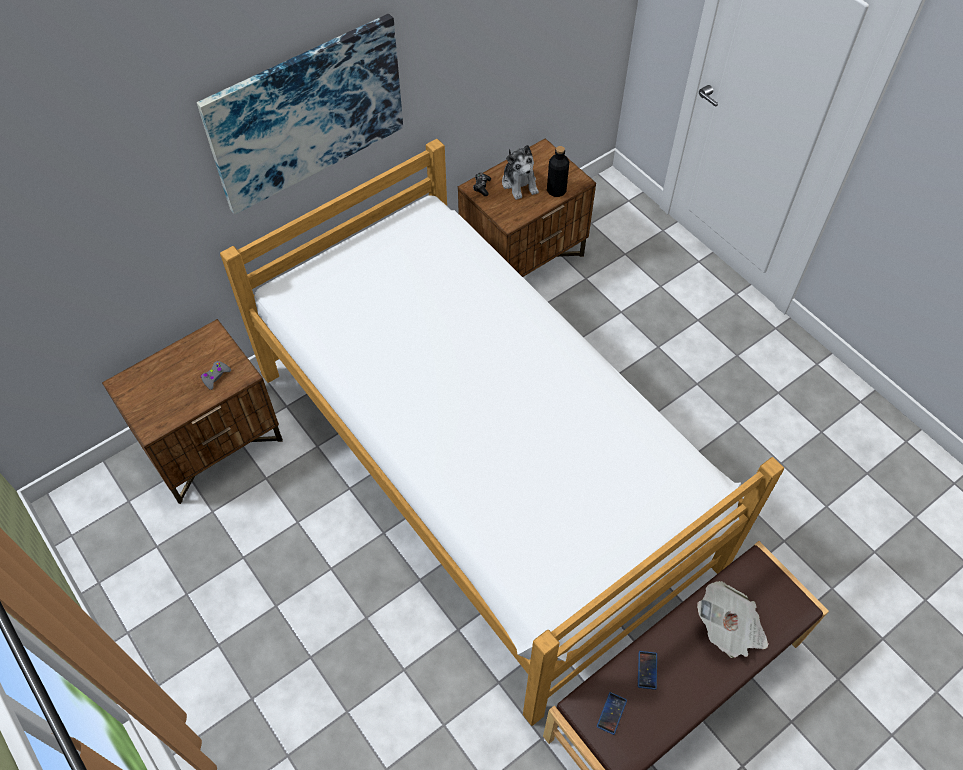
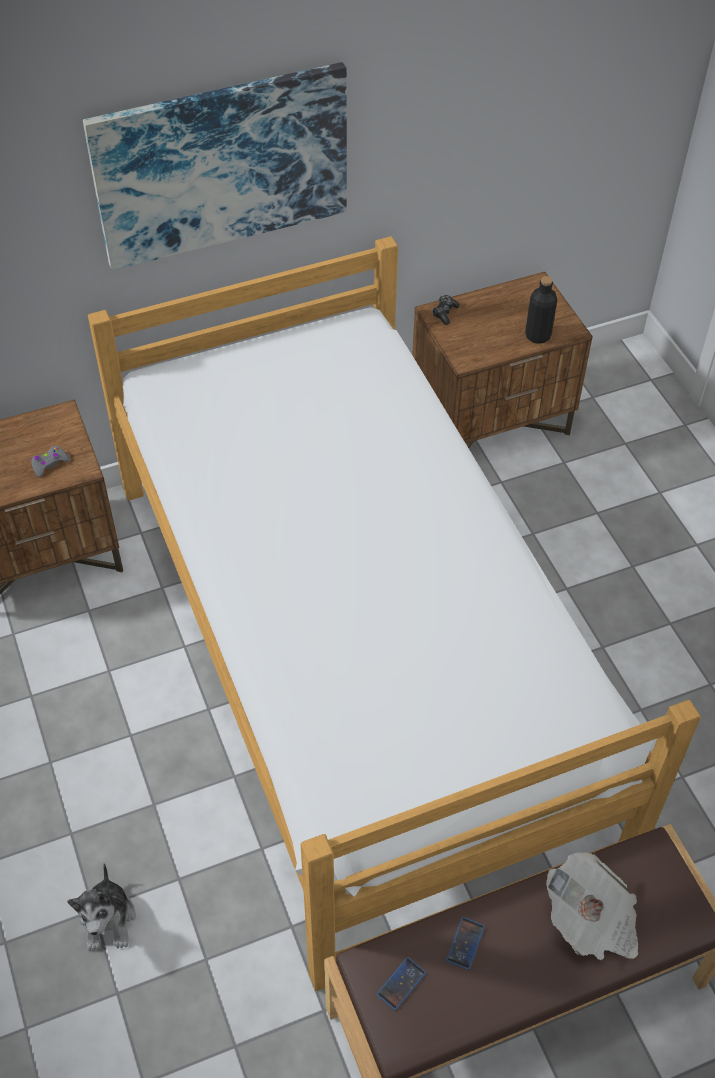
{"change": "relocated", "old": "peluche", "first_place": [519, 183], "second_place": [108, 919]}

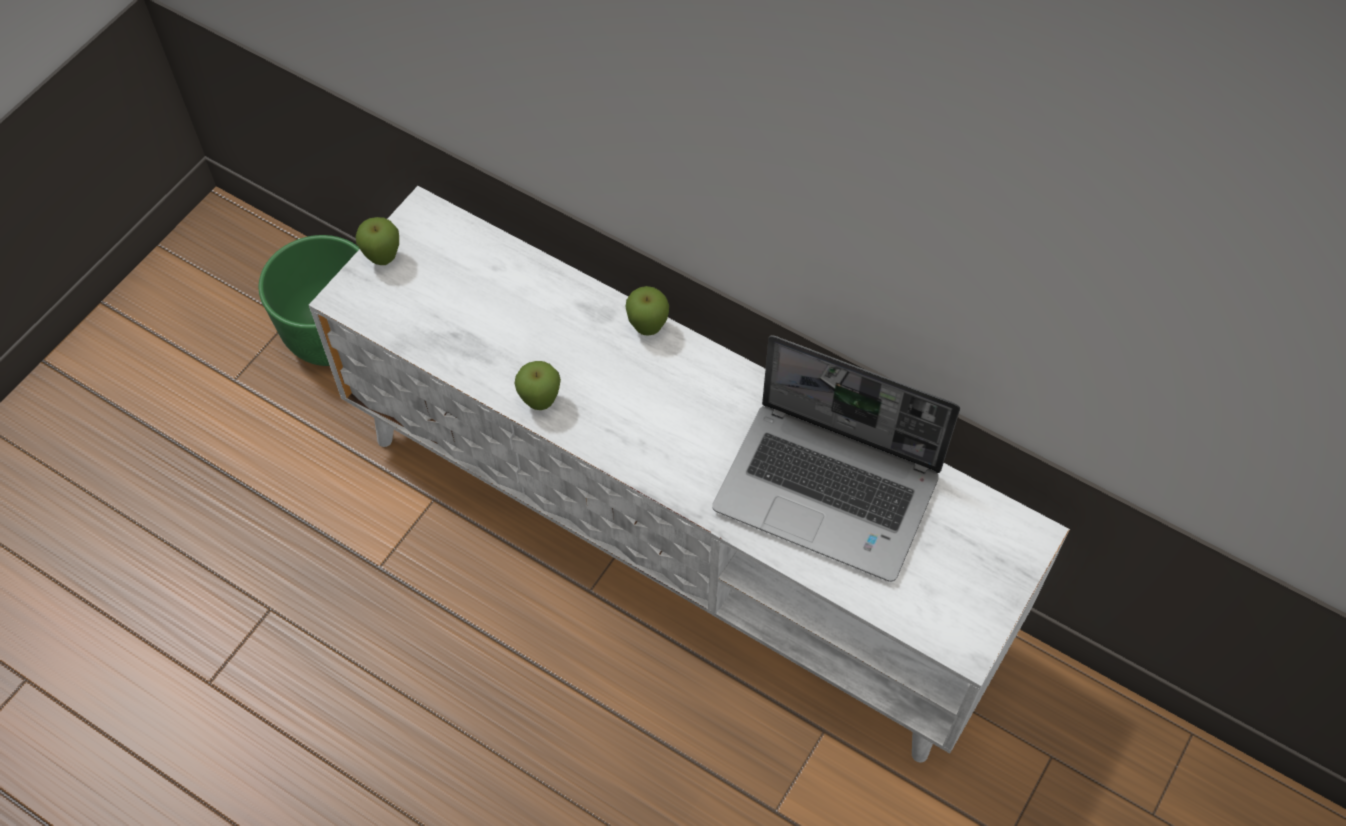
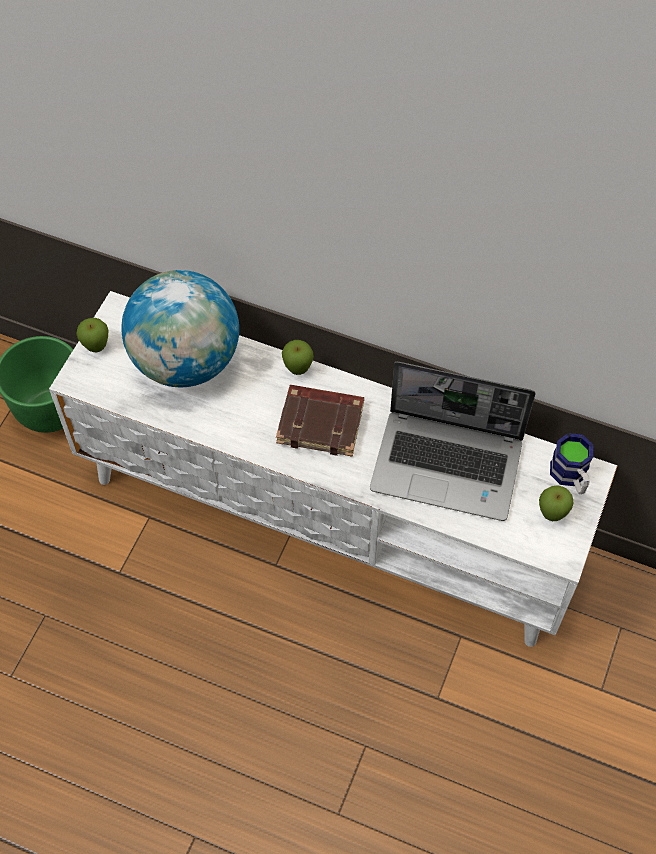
{"change": "appeared", "new": "globo terráqueo", "second_place": [186, 361]}
{"change": "appeared", "new": "libro [marrón]", "second_place": [322, 423]}
{"change": "relocated", "old": "manzana", "first_place": [540, 403], "second_place": [551, 515]}
{"change": "appeared", "new": "taza grande", "second_place": [570, 477]}

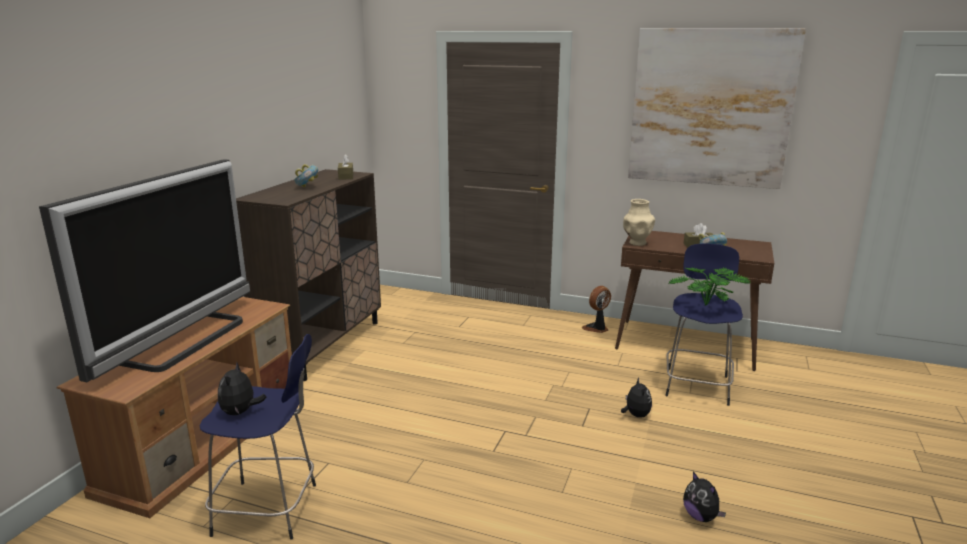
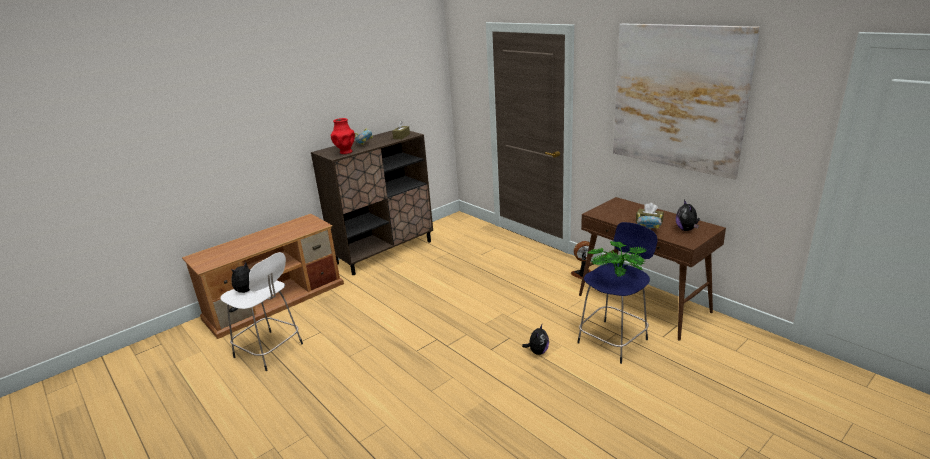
{"change": "colour", "old": "taburete [azul]", "new": "taburete [blanco]", "first_place": [270, 509], "second_place": [270, 351]}
{"change": "appeared", "new": "florero [rojo]", "second_place": [345, 152]}
{"change": "relocated", "old": "peluche", "first_place": [701, 516], "second_place": [686, 229]}
{"change": "missing", "old": "televisor", "first_place": [185, 341]}
{"change": "missing", "old": "florero [beis]", "first_place": [637, 243]}

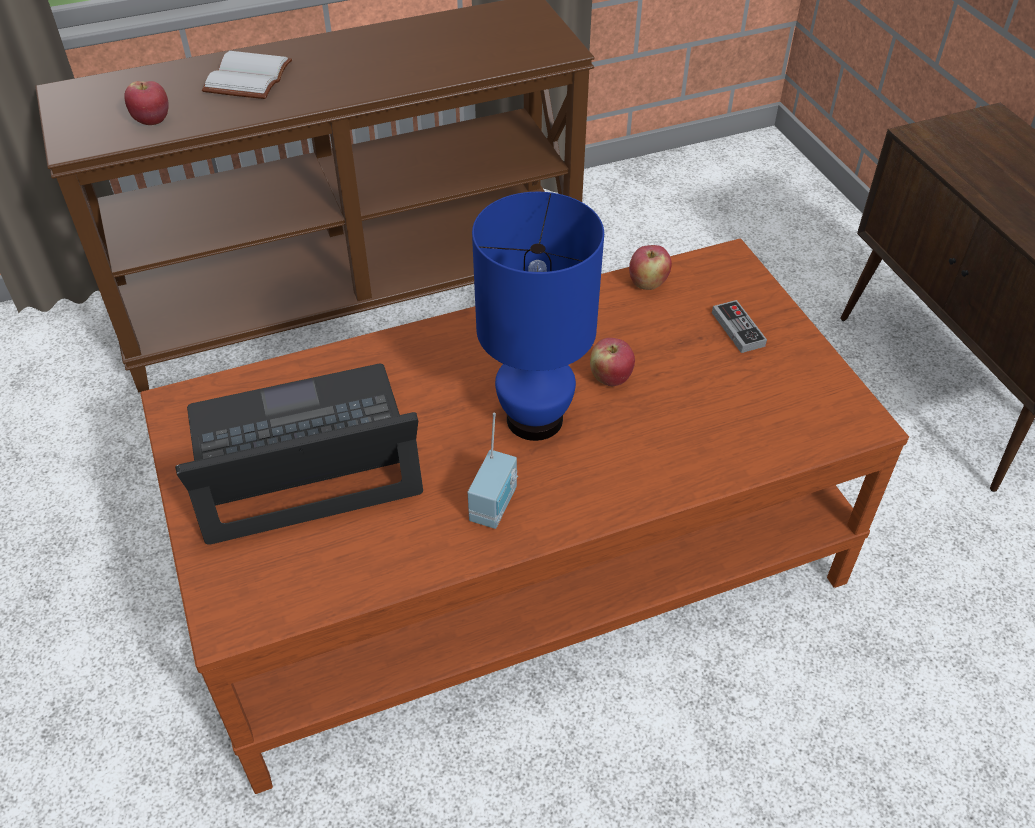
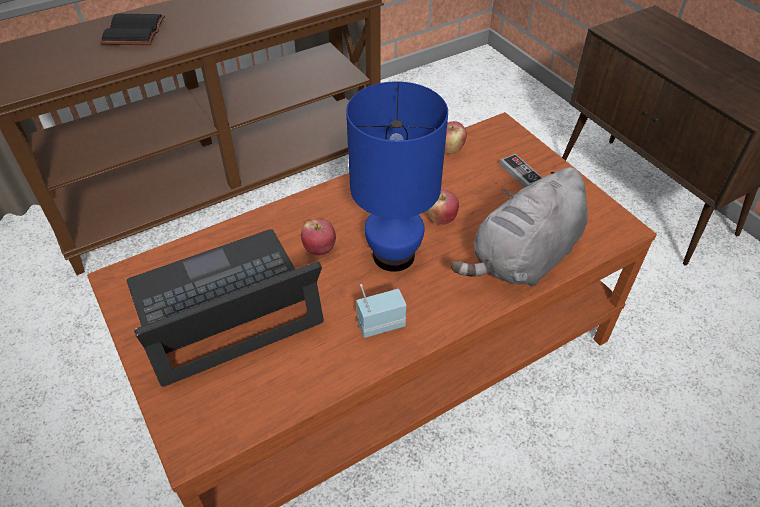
{"change": "colour", "old": "libro [blanco]", "new": "libro [negro]", "first_place": [250, 79], "second_place": [135, 32]}
{"change": "relocated", "old": "manzana", "first_place": [152, 121], "second_place": [320, 249]}
{"change": "spun", "old": "radio", "first_place": [495, 505], "second_place": [380, 323], "degrees": -120}
{"change": "appeared", "new": "peluche [gris]", "second_place": [523, 259]}

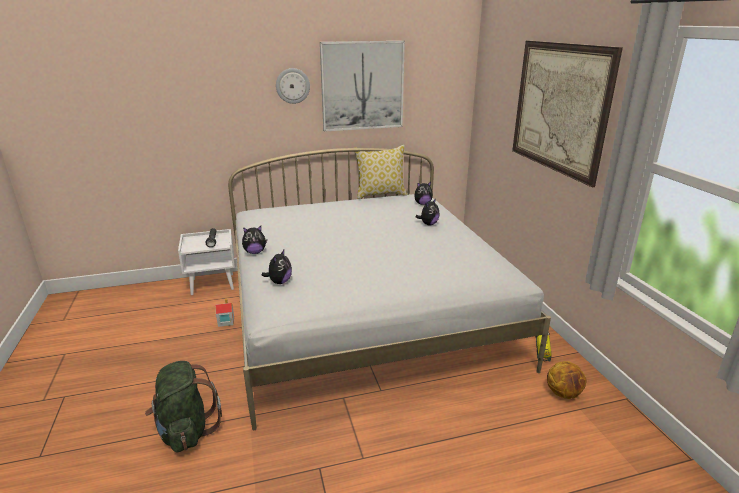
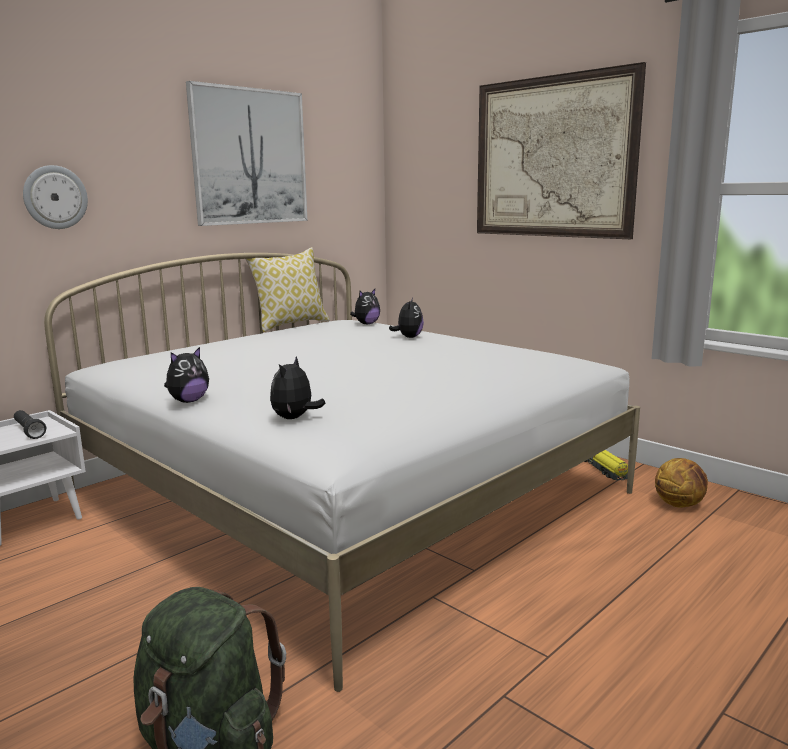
{"change": "relocated", "old": "reloj de pared", "first_place": [292, 86], "second_place": [55, 197]}
{"change": "spun", "old": "peluche", "first_place": [279, 282], "second_place": [295, 418], "degrees": -150}
{"change": "missing", "old": "casita", "first_place": [225, 321]}

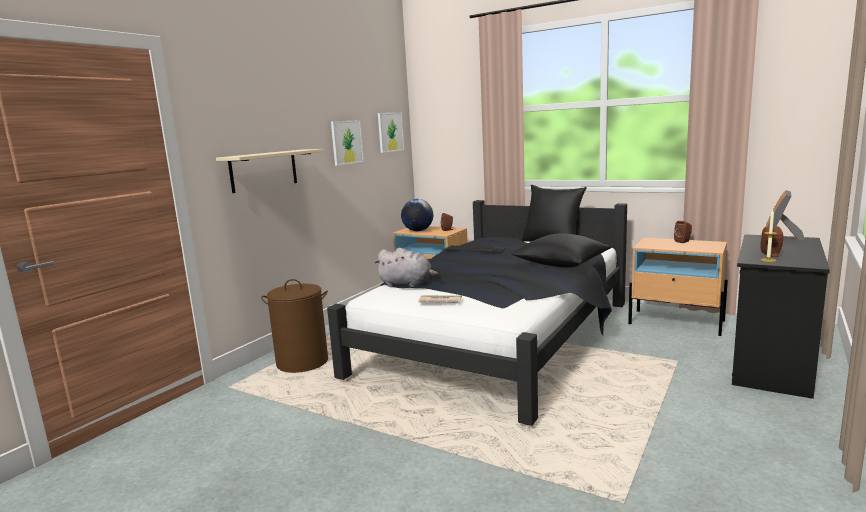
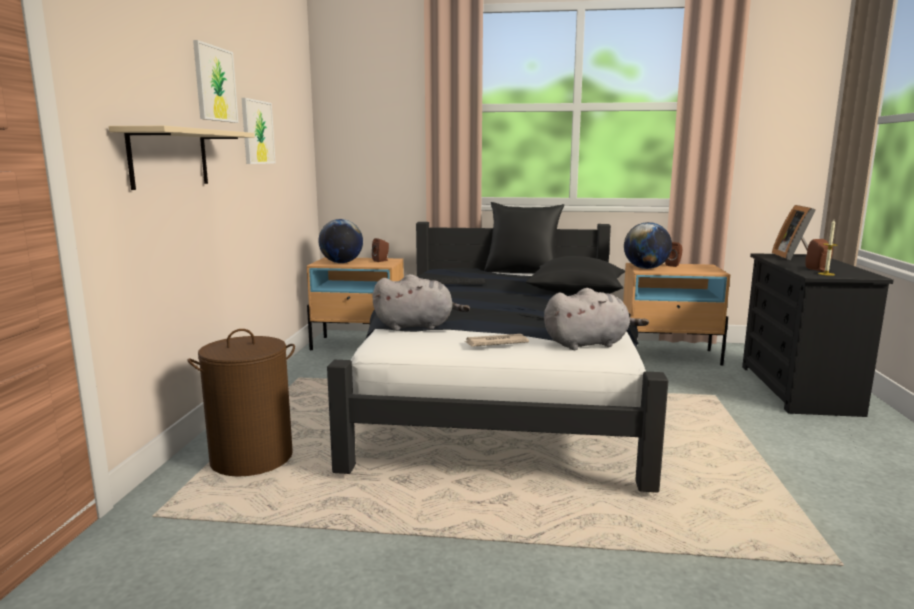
{"change": "relocated", "old": "cuadro", "first_place": [390, 132], "second_place": [215, 84]}
{"change": "appeared", "new": "peluche [gris]", "second_place": [589, 344]}
{"change": "appeared", "new": "globo terráqueo", "second_place": [646, 268]}

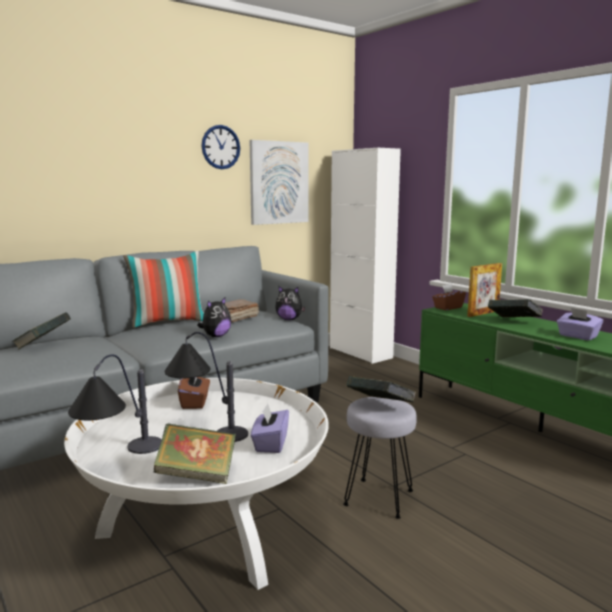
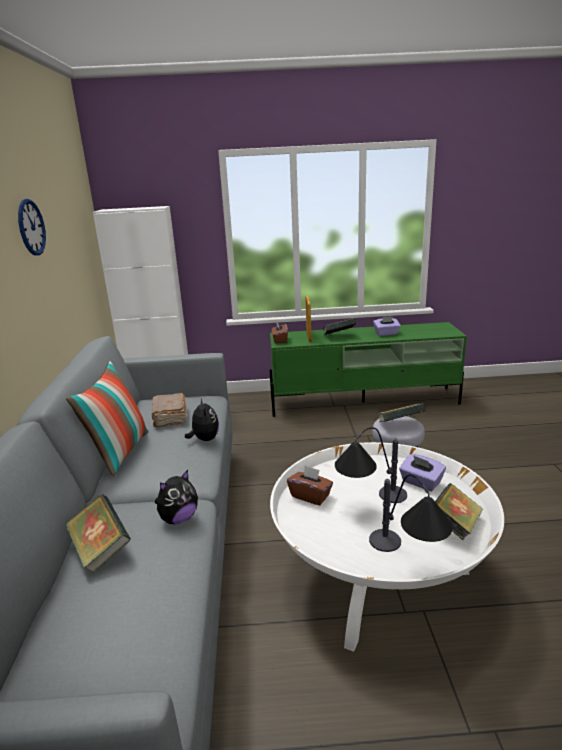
{"change": "relocated", "old": "peluche", "first_place": [289, 319], "second_place": [178, 518]}
{"change": "missing", "old": "cuadro", "first_place": [278, 182]}

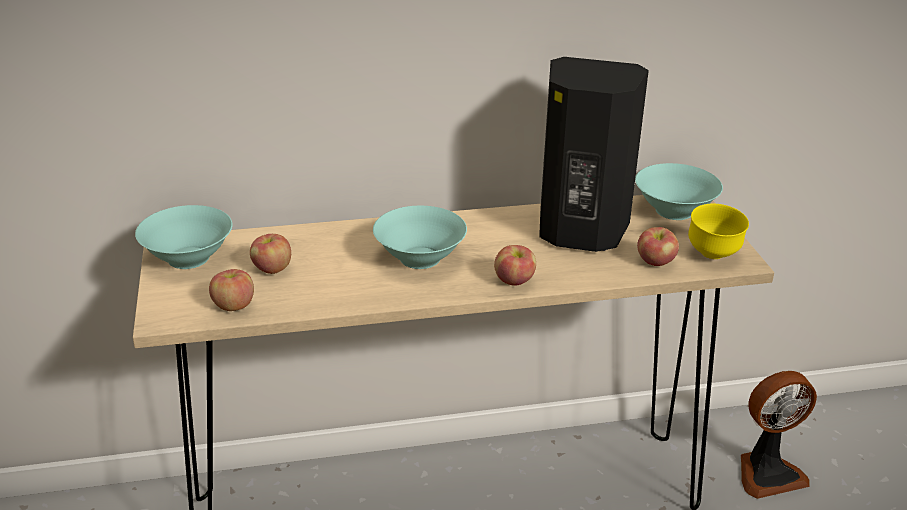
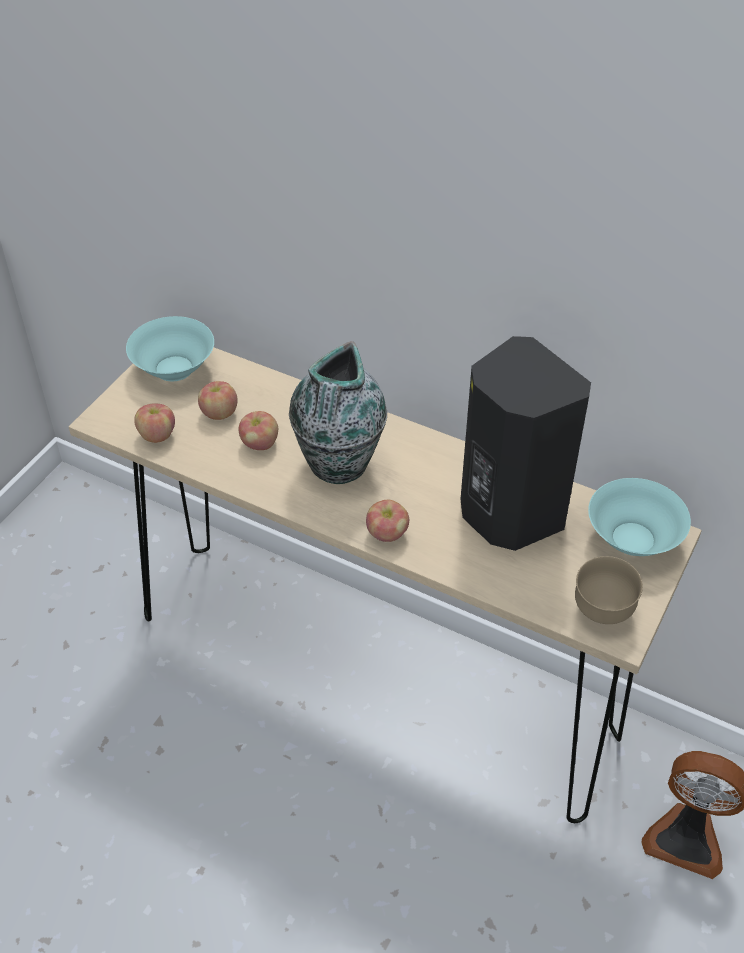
{"change": "relocated", "old": "manzana", "first_place": [655, 262], "second_place": [260, 444]}
{"change": "exchanged", "old": "cuenco [turquesa]", "new": "florero", "first_place": [419, 258], "second_place": [338, 465]}
{"change": "colour", "old": "cuenco [amarillo]", "new": "cuenco [marrón]", "first_place": [713, 255], "second_place": [602, 612]}

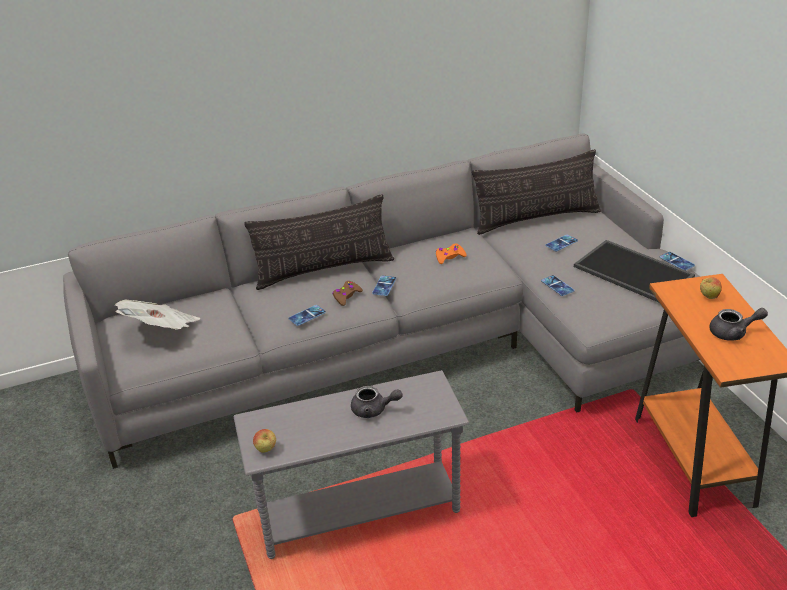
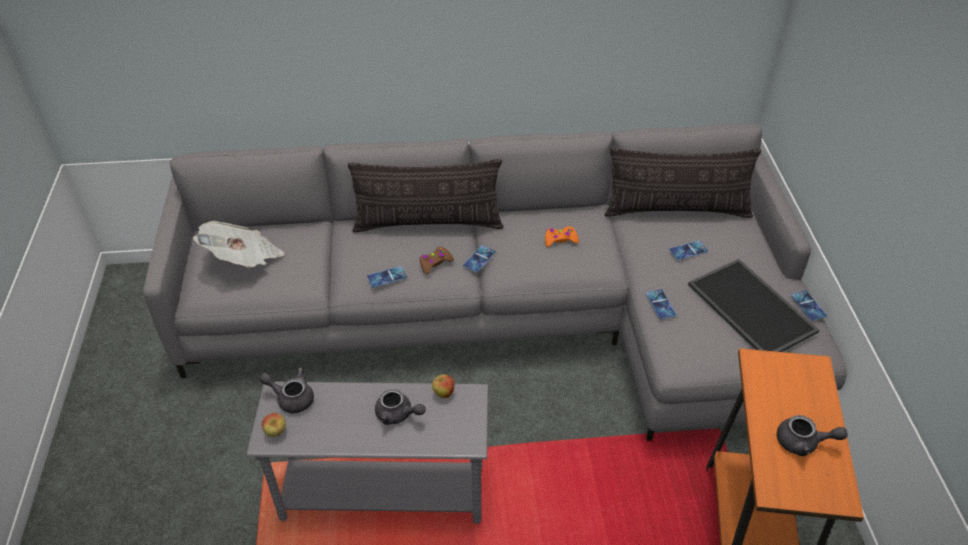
{"change": "appeared", "new": "tetera [gris]", "second_place": [291, 398]}
{"change": "relocated", "old": "manzana", "first_place": [708, 297], "second_place": [443, 393]}

